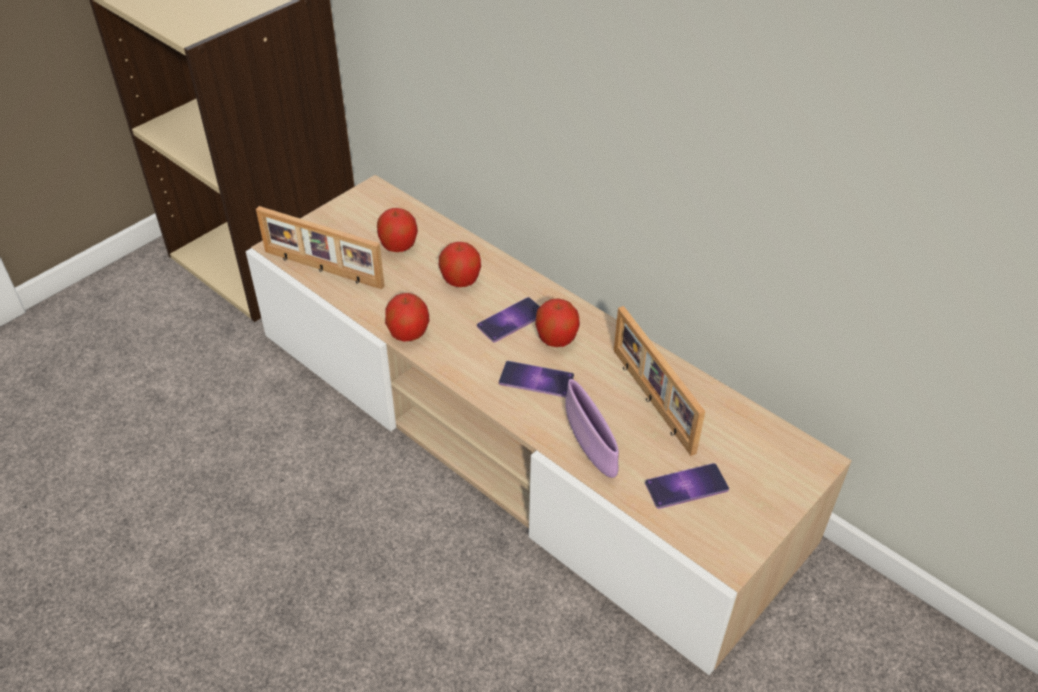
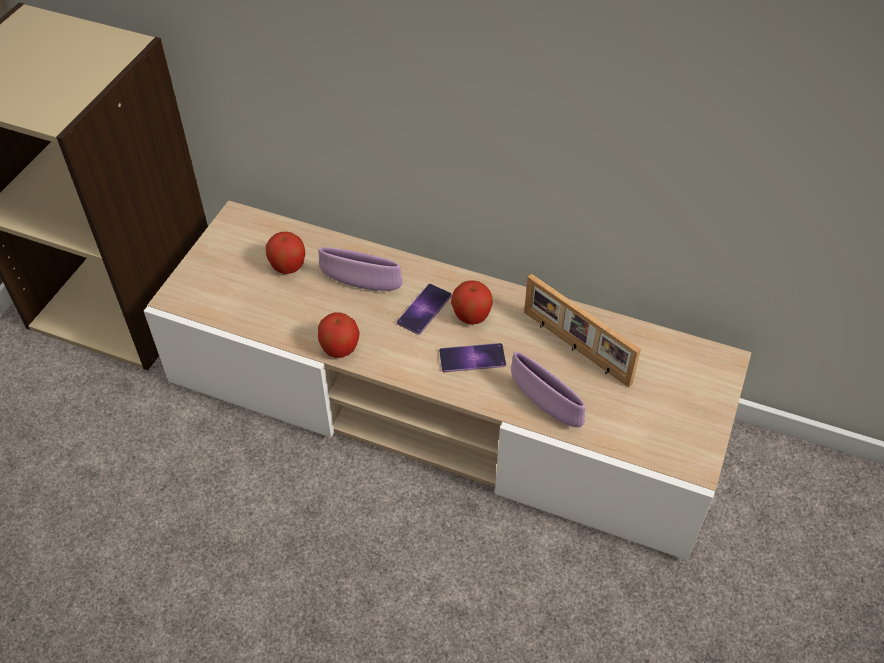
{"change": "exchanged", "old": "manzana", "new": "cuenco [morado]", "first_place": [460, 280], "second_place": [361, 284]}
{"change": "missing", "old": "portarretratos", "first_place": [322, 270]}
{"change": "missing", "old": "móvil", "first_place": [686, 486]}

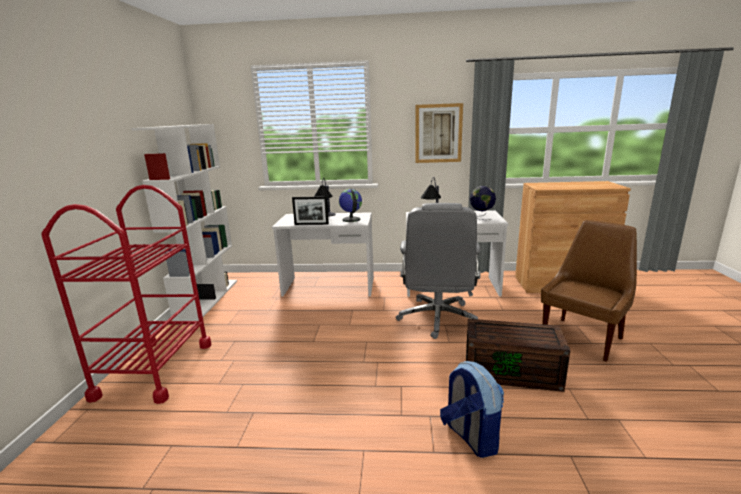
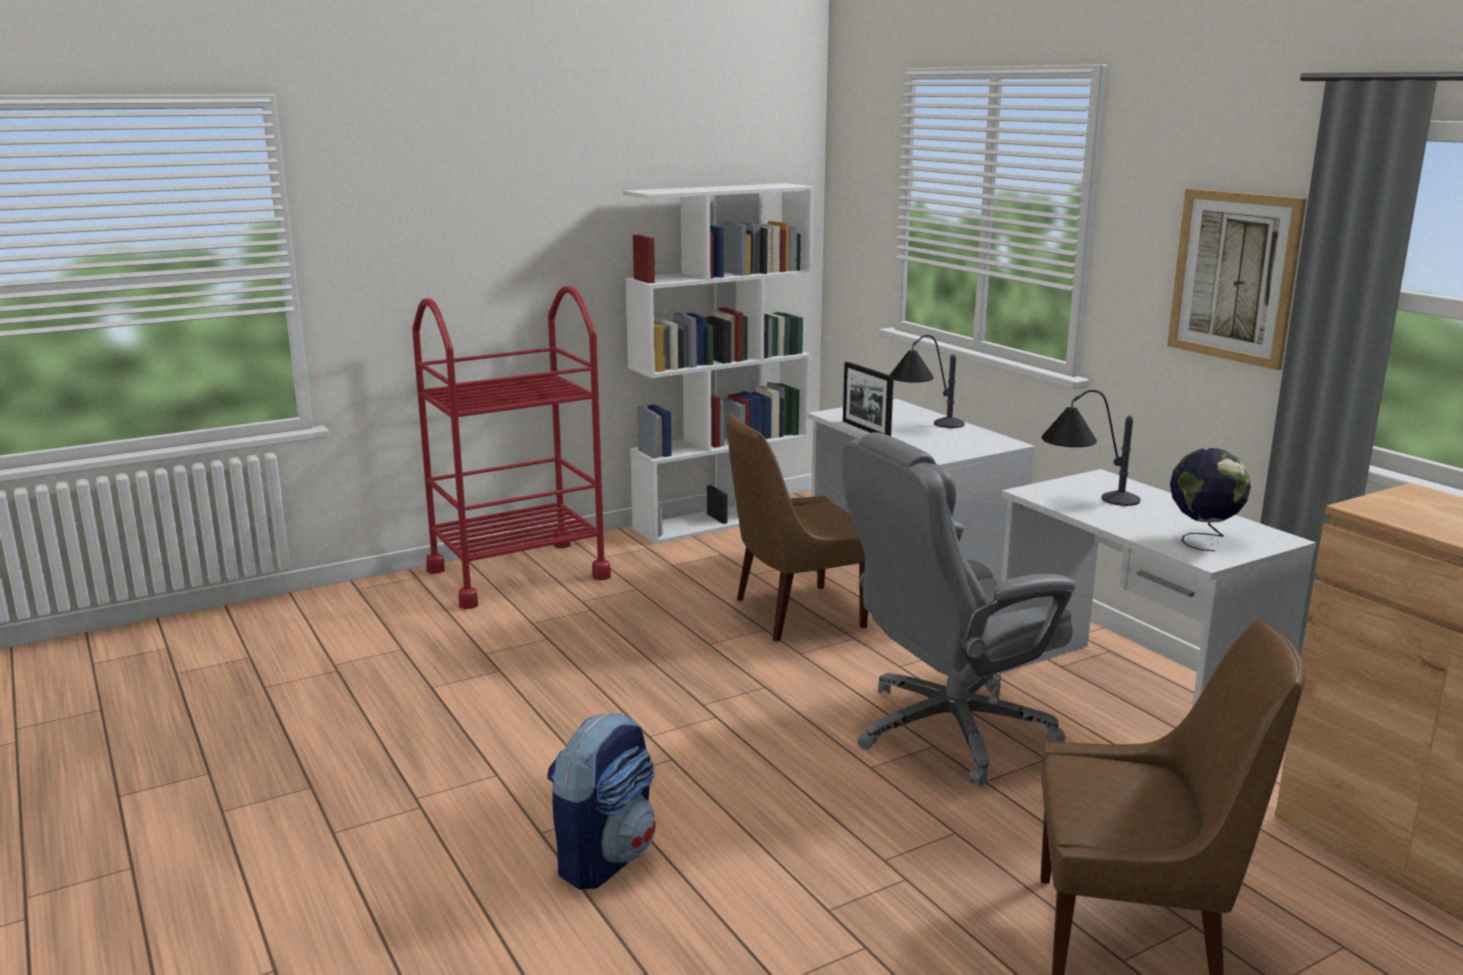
{"change": "appeared", "new": "silla [marrón]", "second_place": [794, 614]}
{"change": "missing", "old": "globo terráqueo", "first_place": [351, 219]}
{"change": "missing", "old": "caja de almacenaje [marrón]", "first_place": [512, 371]}

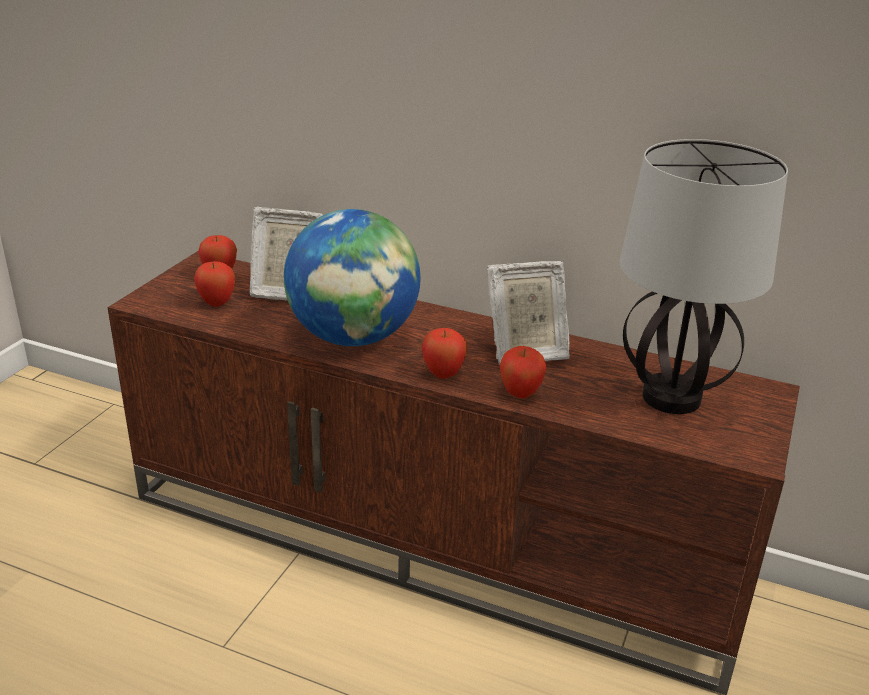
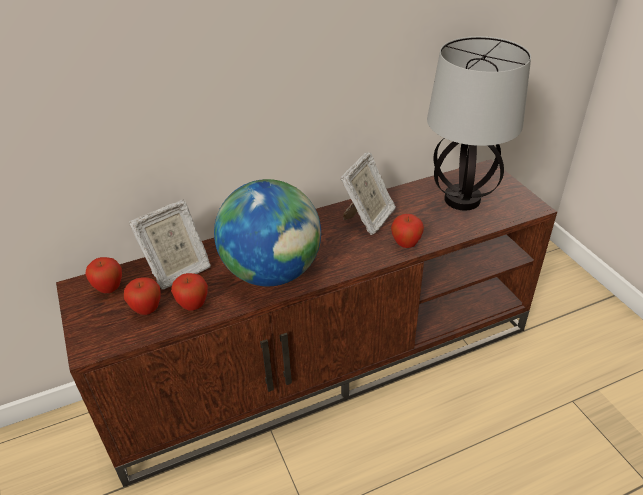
{"change": "relocated", "old": "manzana", "first_place": [443, 374], "second_place": [193, 305]}

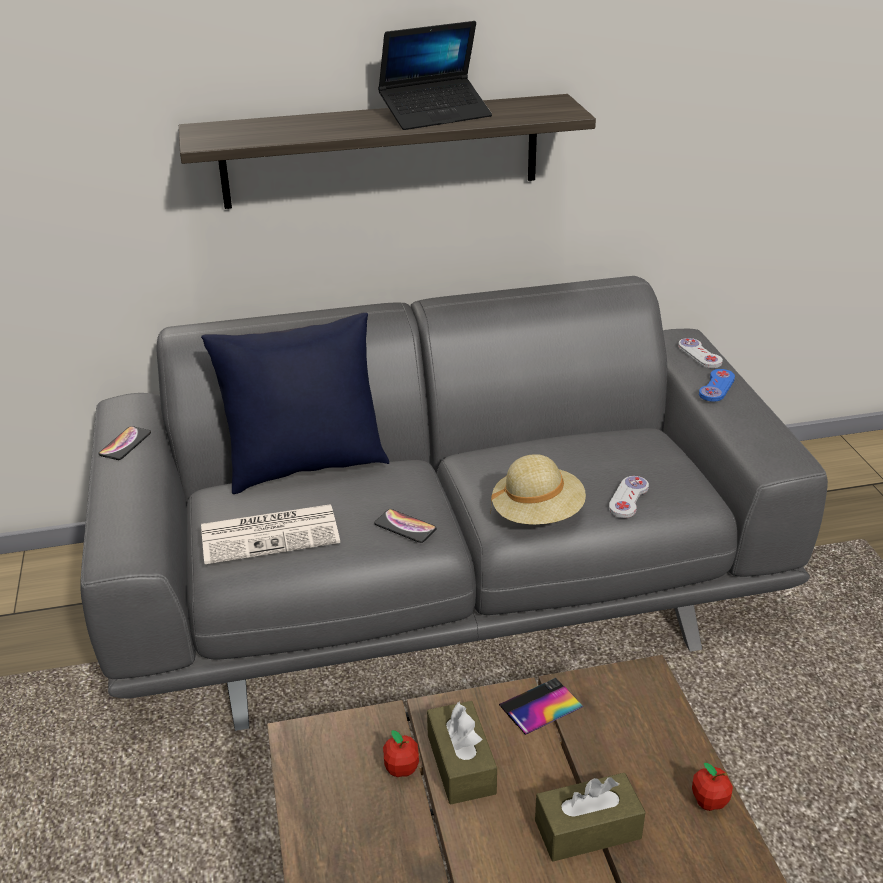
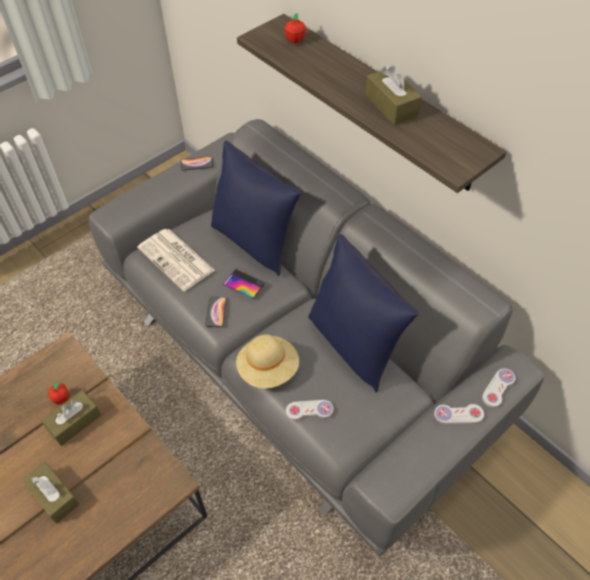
{"change": "relocated", "old": "móvil", "first_place": [540, 706], "second_place": [244, 284]}
{"change": "relocated", "old": "manzana", "first_place": [709, 801], "second_place": [295, 40]}
{"change": "appeared", "new": "cojín [azul]", "second_place": [354, 343]}
{"change": "exchanged", "old": "portátil", "new": "caja de pañuelos [marrón]", "first_place": [435, 115], "second_place": [391, 105]}
{"change": "colour", "old": "mando de consola [azul]", "new": "mando de consola [blanco]", "first_place": [716, 387], "second_place": [458, 414]}

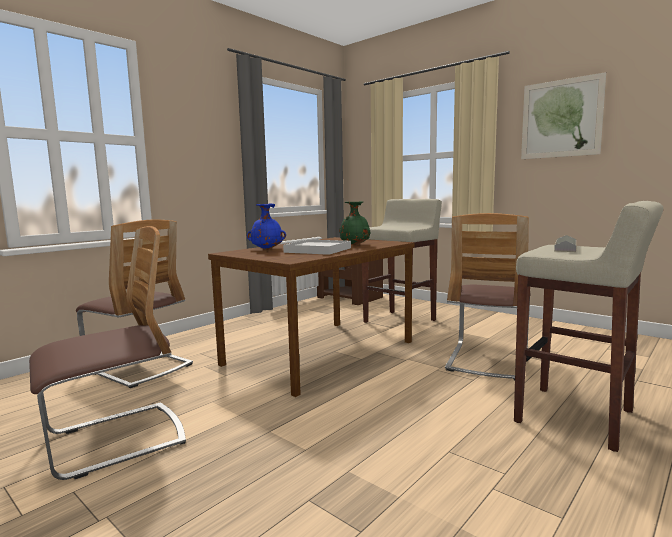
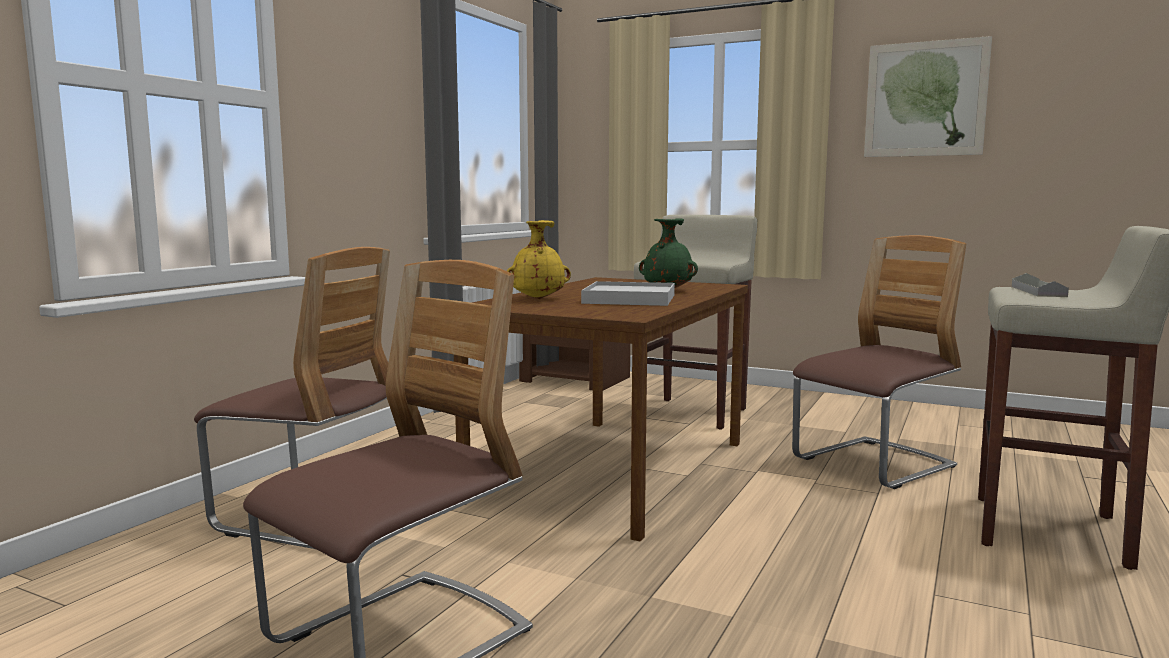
{"change": "colour", "old": "florero [azul]", "new": "florero [amarillo]", "first_place": [267, 249], "second_place": [538, 299]}
{"change": "spun", "old": "silla", "first_place": [487, 361], "second_place": [873, 464], "degrees": -135}

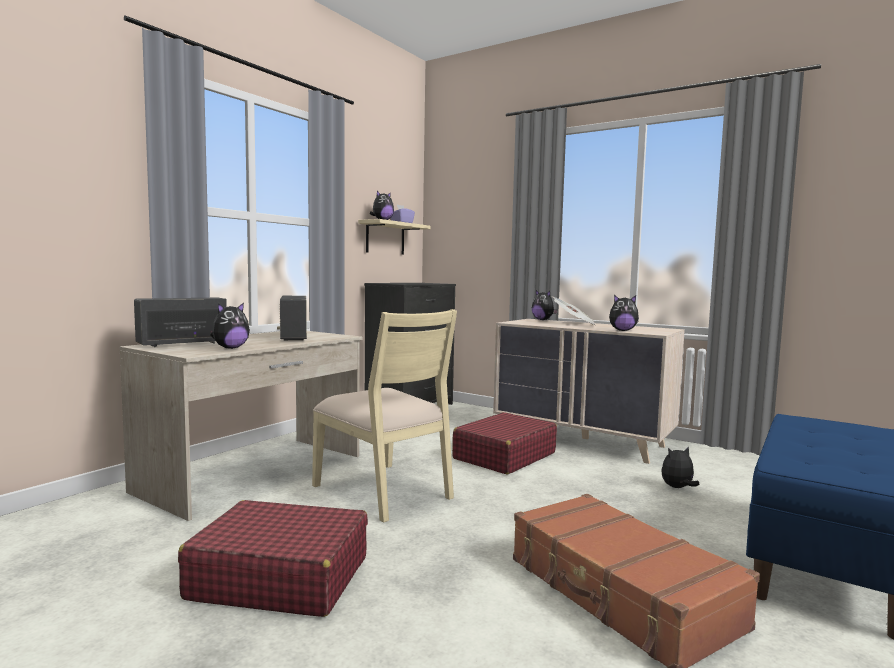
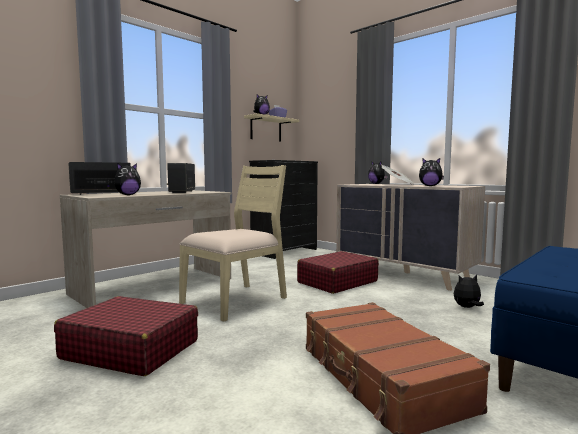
{"change": "spun", "old": "silla [beis]", "first_place": [384, 491], "second_place": [236, 300], "degrees": -105}

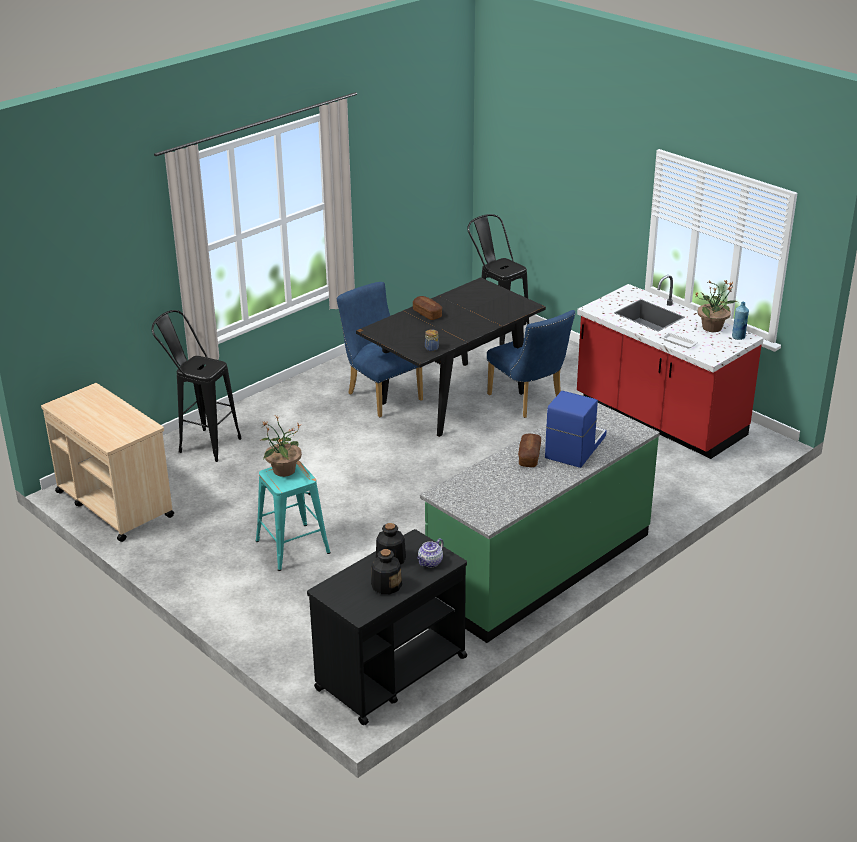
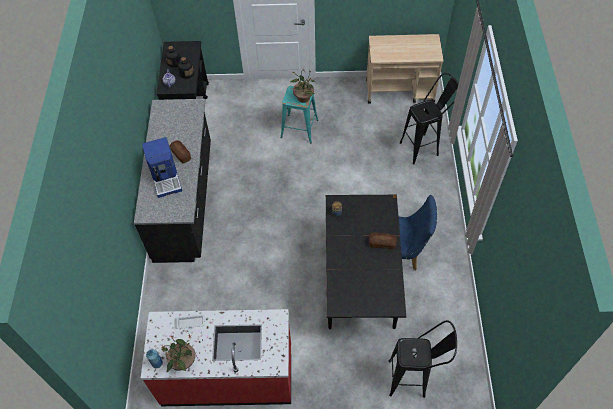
{"change": "colour", "old": "mueble bajo de cocina [verde]", "new": "mueble bajo de cocina [negro]", "first_place": [539, 566], "second_place": [185, 201]}
{"change": "missing", "old": "silla [azul]", "first_place": [529, 402]}

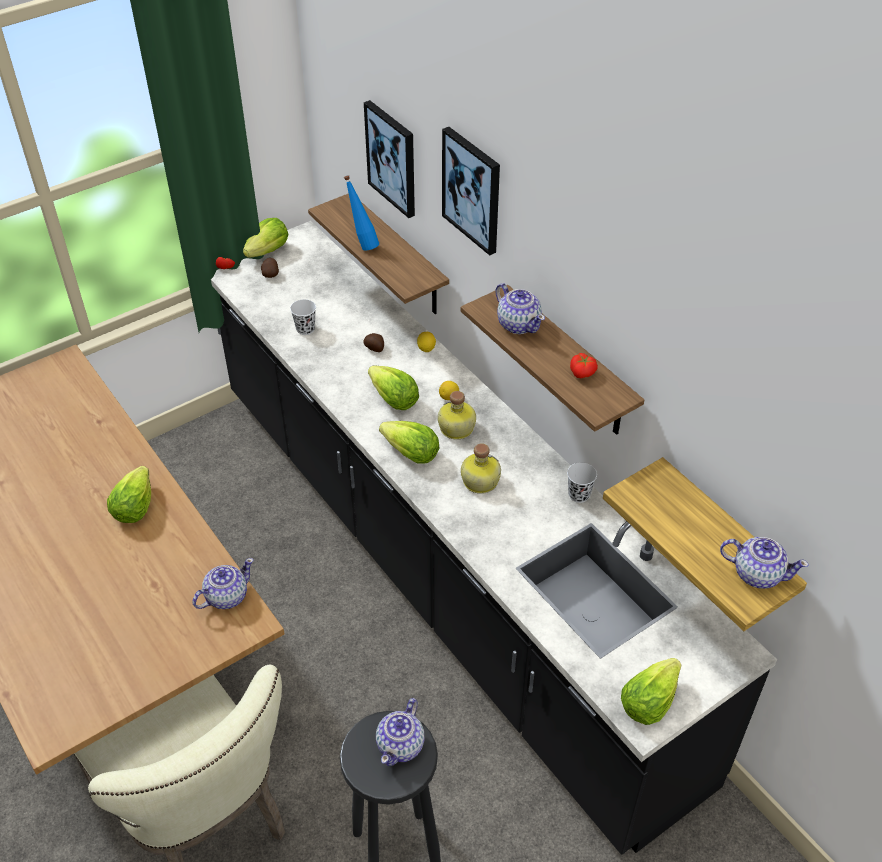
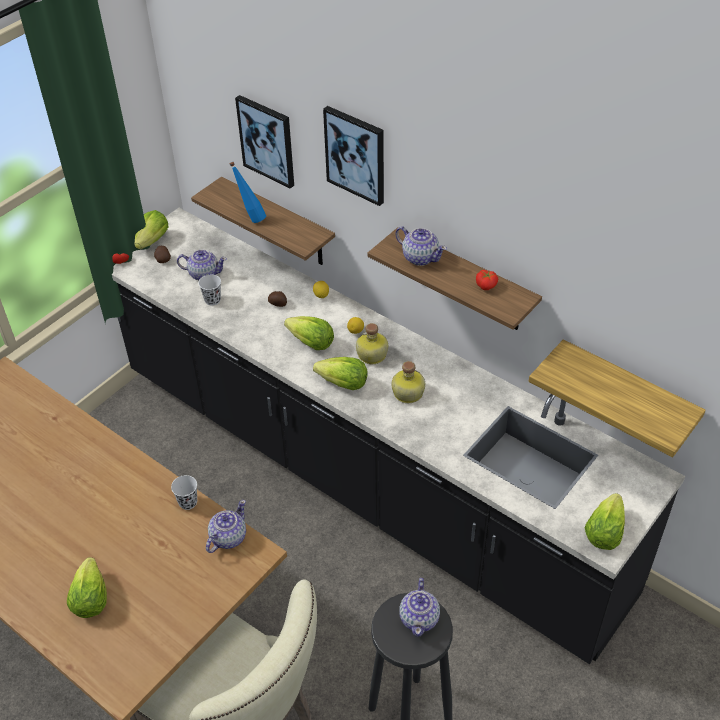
{"change": "relocated", "old": "lechuga", "first_place": [134, 507], "second_place": [90, 599]}
{"change": "relocated", "old": "taza [blanco]", "first_place": [579, 495], "second_place": [188, 502]}
{"change": "relocated", "old": "tetera", "first_place": [757, 573], "second_place": [203, 274]}

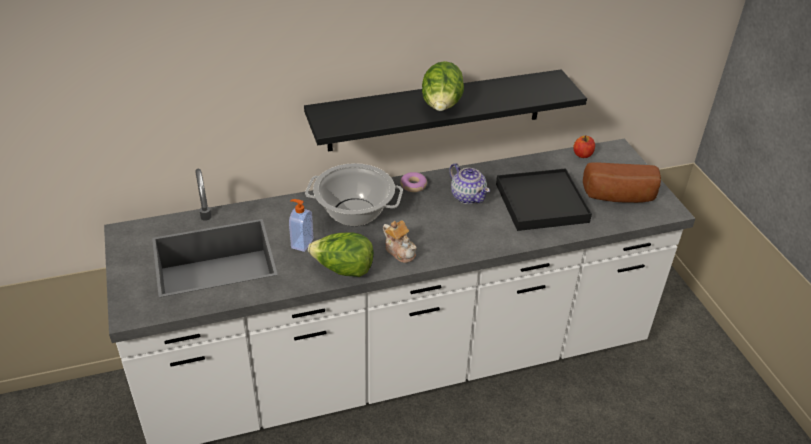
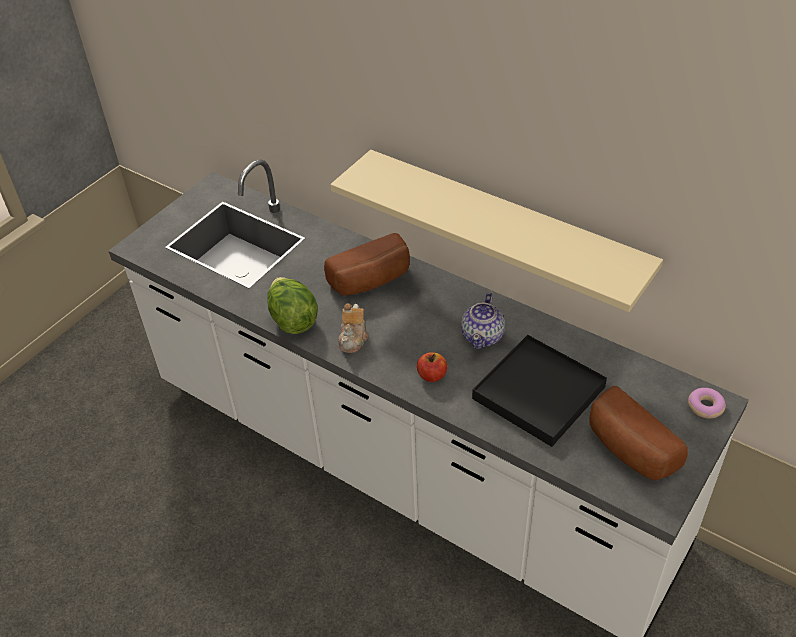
{"change": "exchanged", "old": "olla", "new": "pan", "first_place": [354, 212], "second_place": [372, 281]}
{"change": "colour", "old": "estante [negro]", "new": "estante [beis]", "first_place": [436, 110], "second_place": [504, 226]}
{"change": "relocated", "old": "manzana", "first_place": [582, 154], "second_place": [432, 375]}
{"change": "relocated", "old": "rosquilla", "first_place": [413, 185], "second_place": [705, 406]}
{"change": "missing", "old": "dispensador de jabón", "first_place": [301, 243]}
{"change": "missing", "old": "lechuga", "first_place": [441, 107]}

